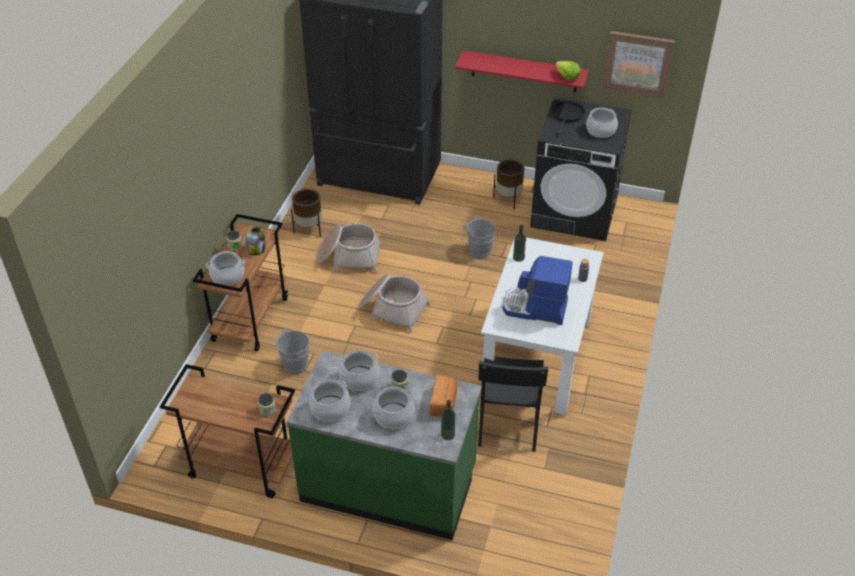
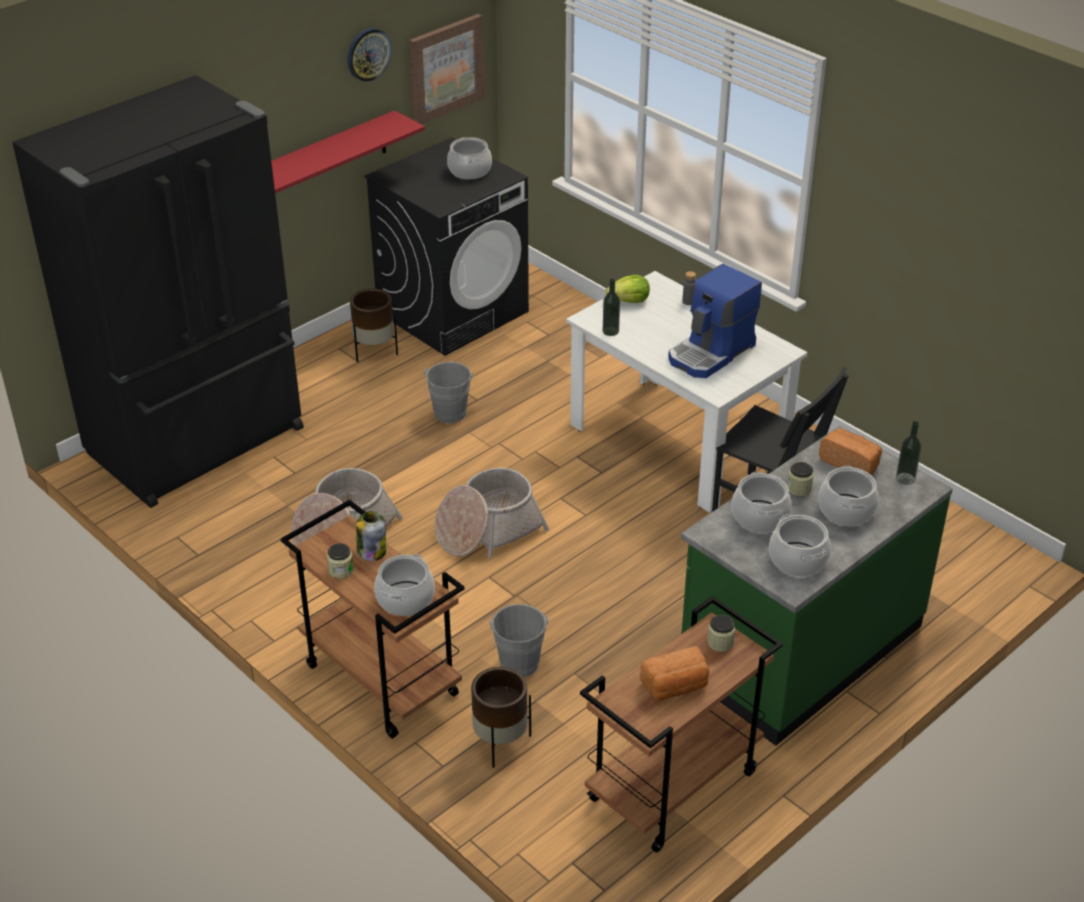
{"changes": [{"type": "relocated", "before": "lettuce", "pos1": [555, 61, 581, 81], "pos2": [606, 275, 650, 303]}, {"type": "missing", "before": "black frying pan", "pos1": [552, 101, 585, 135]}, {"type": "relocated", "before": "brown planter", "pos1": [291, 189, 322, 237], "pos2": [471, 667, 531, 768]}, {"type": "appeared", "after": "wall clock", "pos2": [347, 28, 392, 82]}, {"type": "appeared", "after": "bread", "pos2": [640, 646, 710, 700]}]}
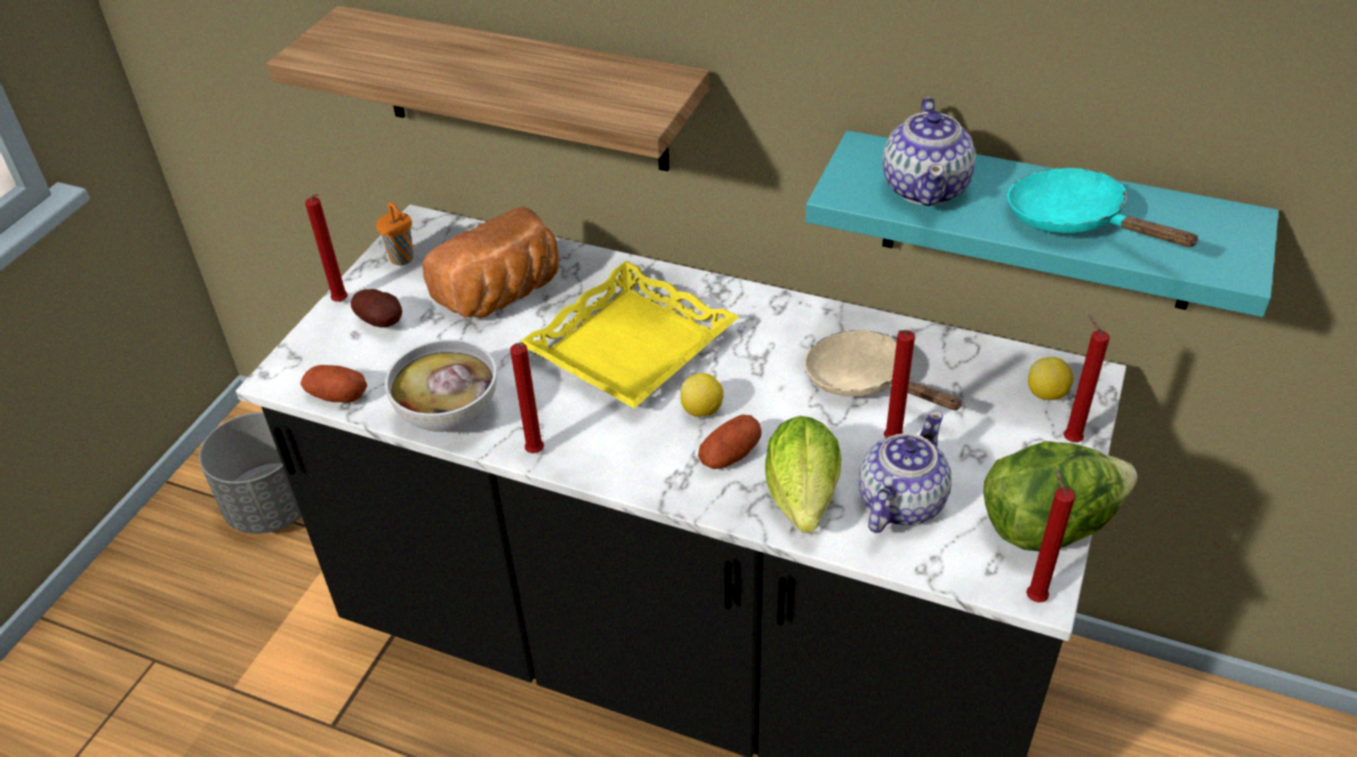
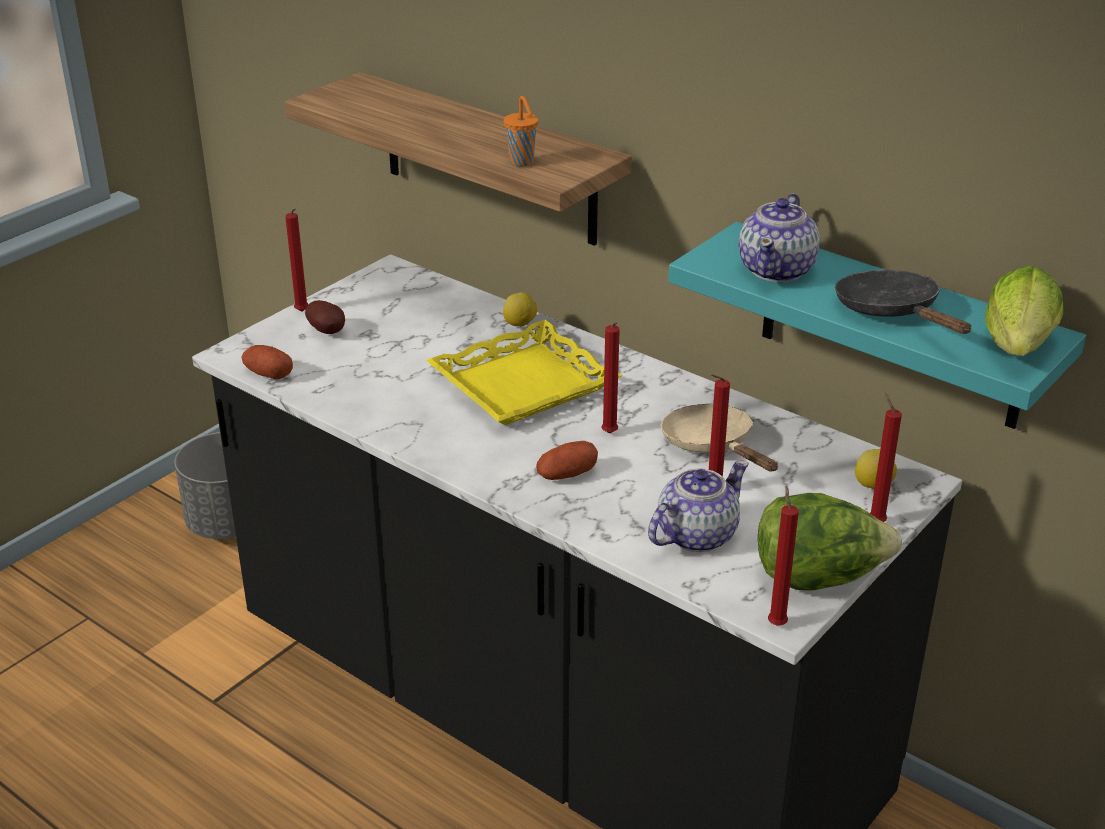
{"changes": [{"type": "colour", "before": "turquoise frying pan", "after": "black frying pan", "pos1": [1007, 168, 1200, 247], "pos2": [835, 270, 972, 334]}, {"type": "relocated", "before": "orange cup", "pos1": [376, 202, 414, 265], "pos2": [504, 96, 539, 167]}, {"type": "missing", "before": "bread", "pos1": [422, 206, 559, 319]}, {"type": "missing", "before": "bowl", "pos1": [385, 339, 497, 432]}, {"type": "relocated", "before": "red candle", "pos1": [510, 342, 544, 453], "pos2": [601, 322, 620, 433]}, {"type": "relocated", "before": "lemon", "pos1": [680, 373, 724, 417], "pos2": [503, 292, 537, 327]}, {"type": "relocated", "before": "lettuce", "pos1": [765, 416, 841, 532], "pos2": [985, 265, 1063, 356]}]}
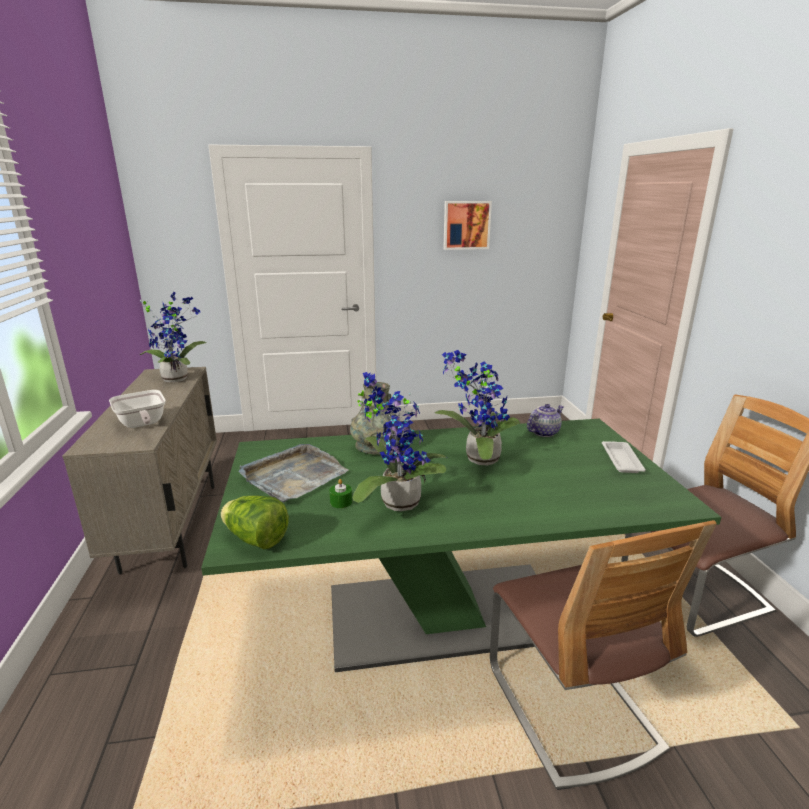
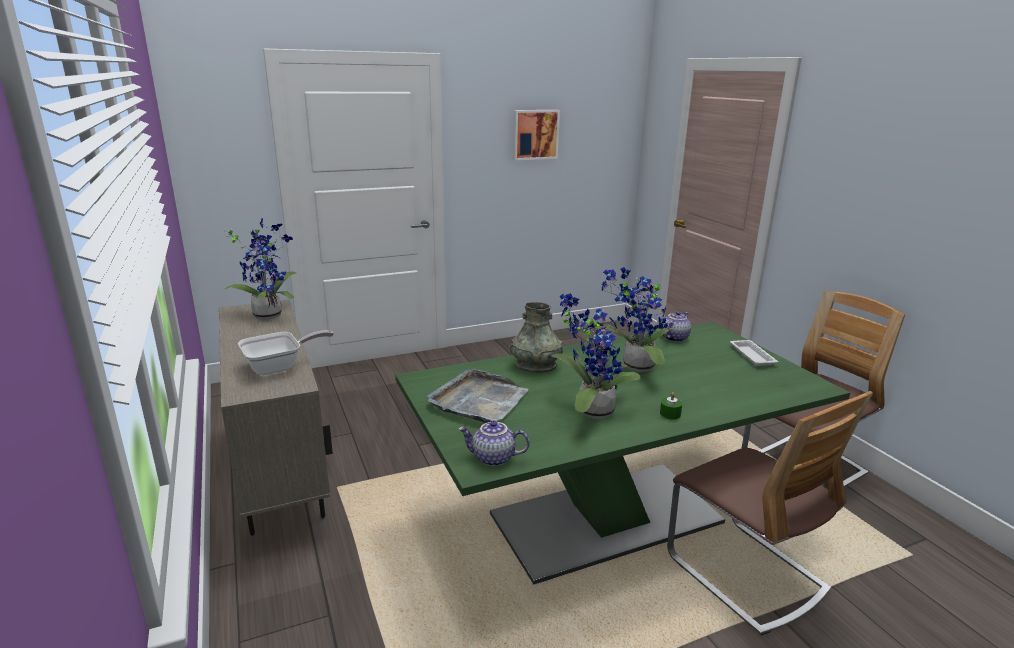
{"changes": [{"type": "spun", "before": "frying pan", "pos1": [109, 390, 166, 428], "pos2": [238, 330, 334, 375], "turn": -75}, {"type": "relocated", "before": "green candle", "pos1": [329, 479, 352, 508], "pos2": [660, 392, 682, 420]}, {"type": "exchanged", "before": "lettuce", "after": "teapot", "pos1": [221, 496, 289, 549], "pos2": [458, 421, 529, 466]}]}
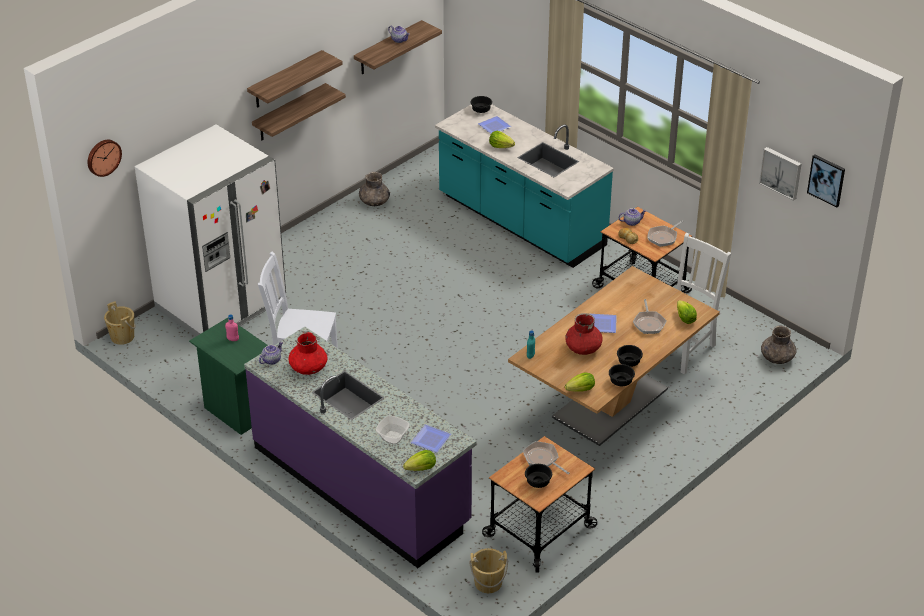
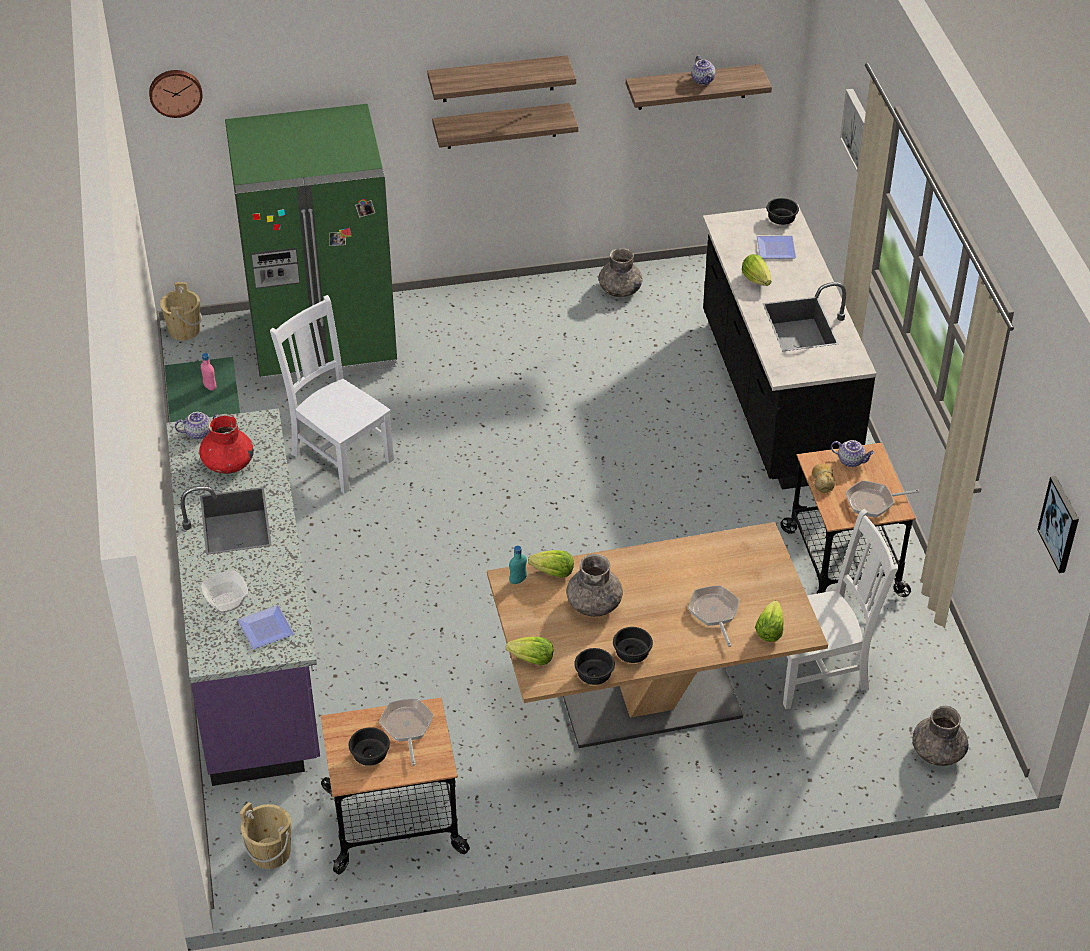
{"changes": [{"type": "colour", "before": "turquoise counter", "after": "black counter", "pos1": [435, 105, 614, 268], "pos2": [703, 204, 877, 490]}, {"type": "colour", "before": "white fridge", "after": "green fridge", "pos1": [135, 124, 286, 336], "pos2": [225, 104, 397, 384]}, {"type": "relocated", "before": "picture", "pos1": [759, 147, 801, 201], "pos2": [840, 89, 866, 172]}, {"type": "spun", "before": "frying pan", "pos1": [633, 299, 667, 334], "pos2": [689, 585, 739, 647], "turn": 135}, {"type": "colour", "before": "red vase", "after": "grey vase", "pos1": [565, 313, 603, 355], "pos2": [566, 554, 623, 617]}, {"type": "missing", "before": "plate", "pos1": [590, 314, 617, 333]}, {"type": "relocated", "before": "lettuce", "pos1": [403, 450, 436, 471], "pos2": [528, 550, 574, 578]}]}
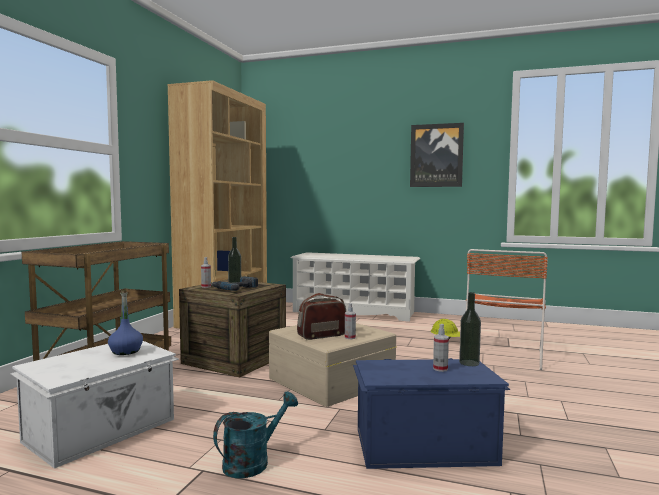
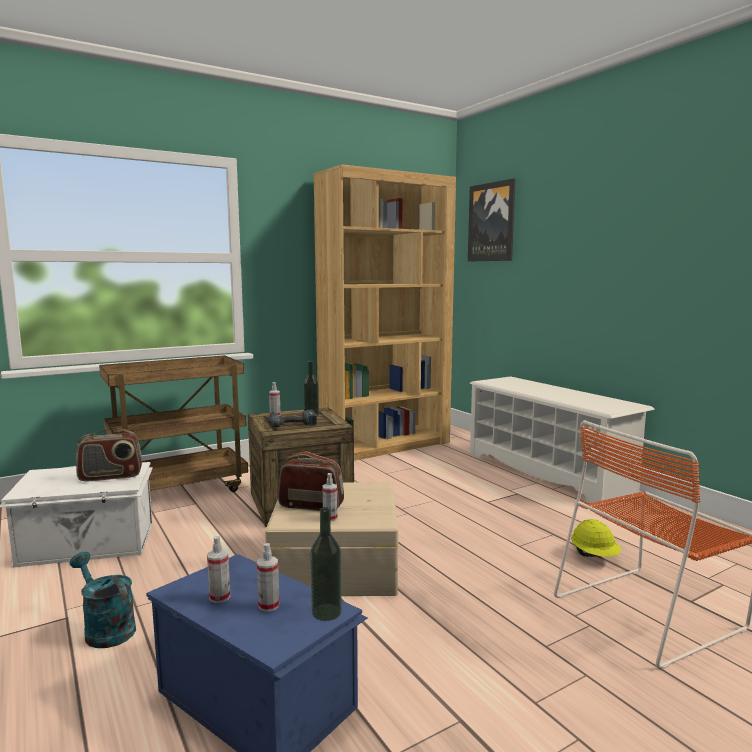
{"changes": [{"type": "relocated", "before": "picture", "pos1": [410, 123, 464, 187], "pos2": [468, 178, 516, 262]}, {"type": "exchanged", "before": "blue bottle", "after": "radio", "pos1": [108, 290, 143, 355], "pos2": [76, 427, 142, 481]}, {"type": "spun", "before": "turquoise watering can", "pos1": [213, 392, 298, 478], "pos2": [70, 552, 136, 648], "turn": -135}, {"type": "appeared", "after": "spray bottle", "pos2": [207, 536, 230, 603]}]}
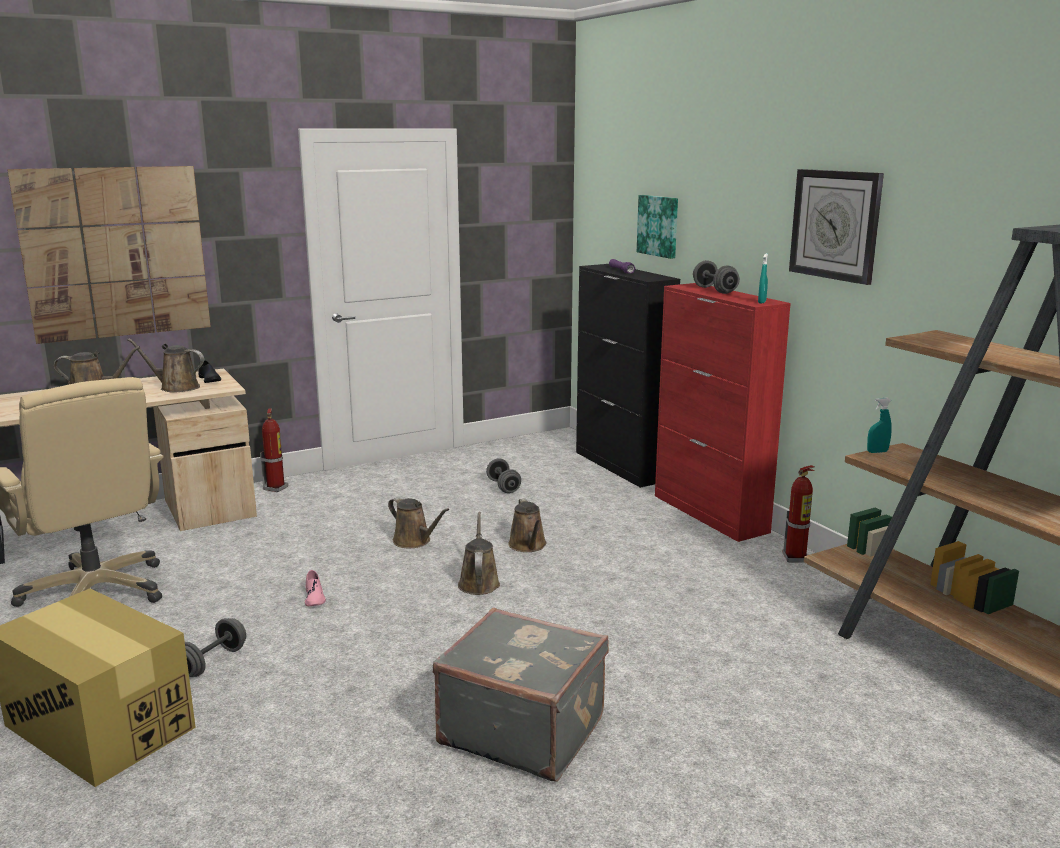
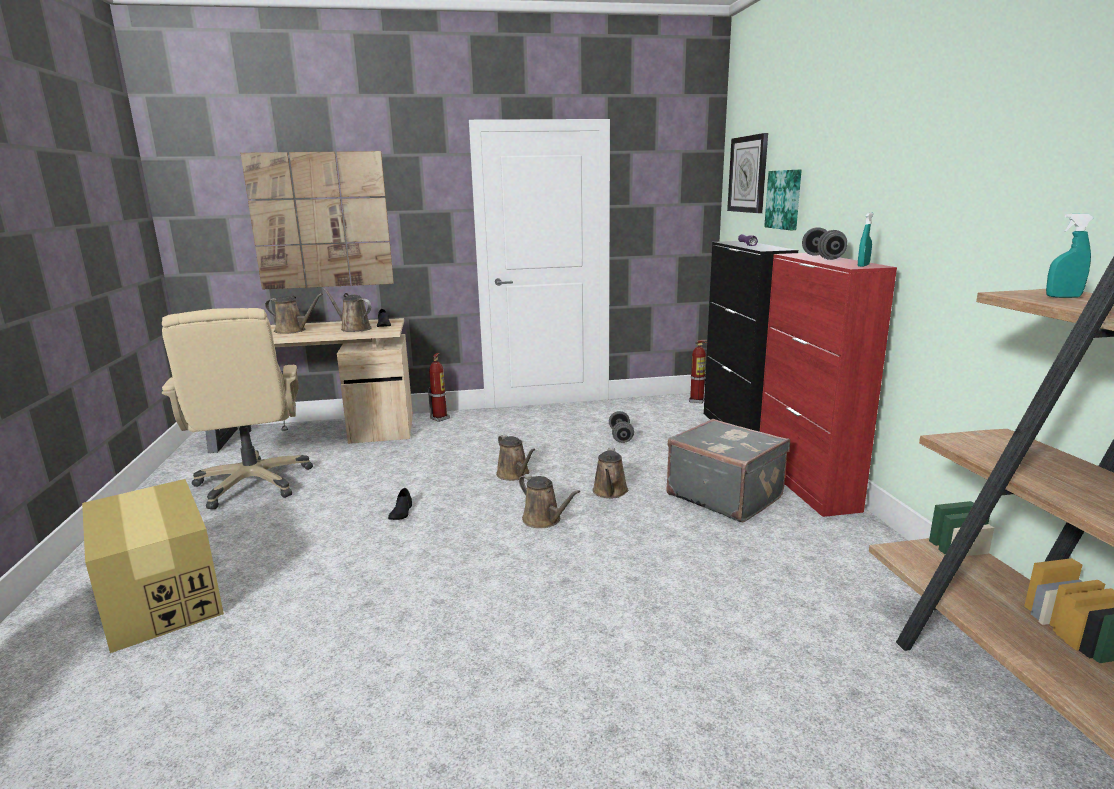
{"changes": [{"type": "relocated", "before": "wall clock", "pos1": [789, 169, 884, 285], "pos2": [727, 133, 768, 213]}, {"type": "relocated", "before": "turquoise spray bottle", "pos1": [867, 398, 892, 453], "pos2": [1046, 214, 1094, 298]}, {"type": "relocated", "before": "fire extinguisher", "pos1": [782, 465, 815, 563], "pos2": [689, 340, 707, 403]}, {"type": "spun", "before": "brown watering can", "pos1": [458, 512, 500, 595], "pos2": [519, 474, 580, 528], "turn": 120}, {"type": "colour", "before": "pink shoe", "after": "black shoe", "pos1": [305, 570, 326, 606], "pos2": [388, 488, 412, 520]}, {"type": "relocated", "before": "grey suitcase", "pos1": [433, 608, 609, 782], "pos2": [666, 419, 790, 522]}, {"type": "missing", "before": "grey dumbbell", "pos1": [185, 618, 246, 677]}]}
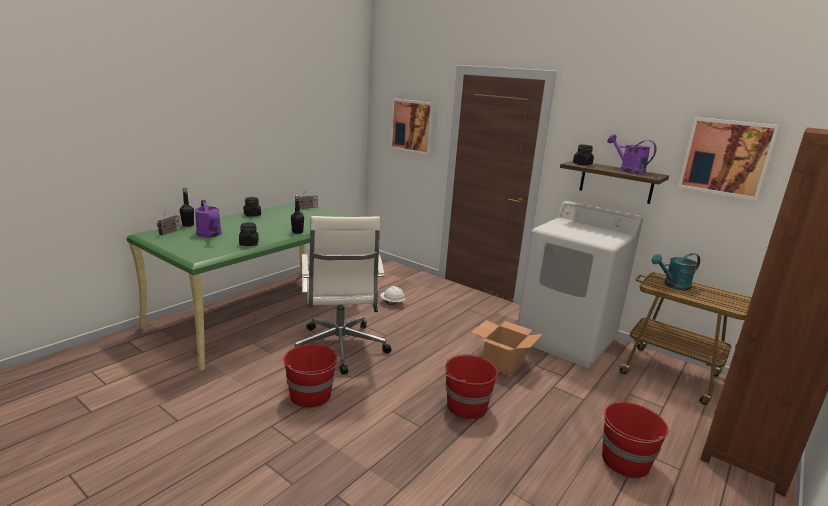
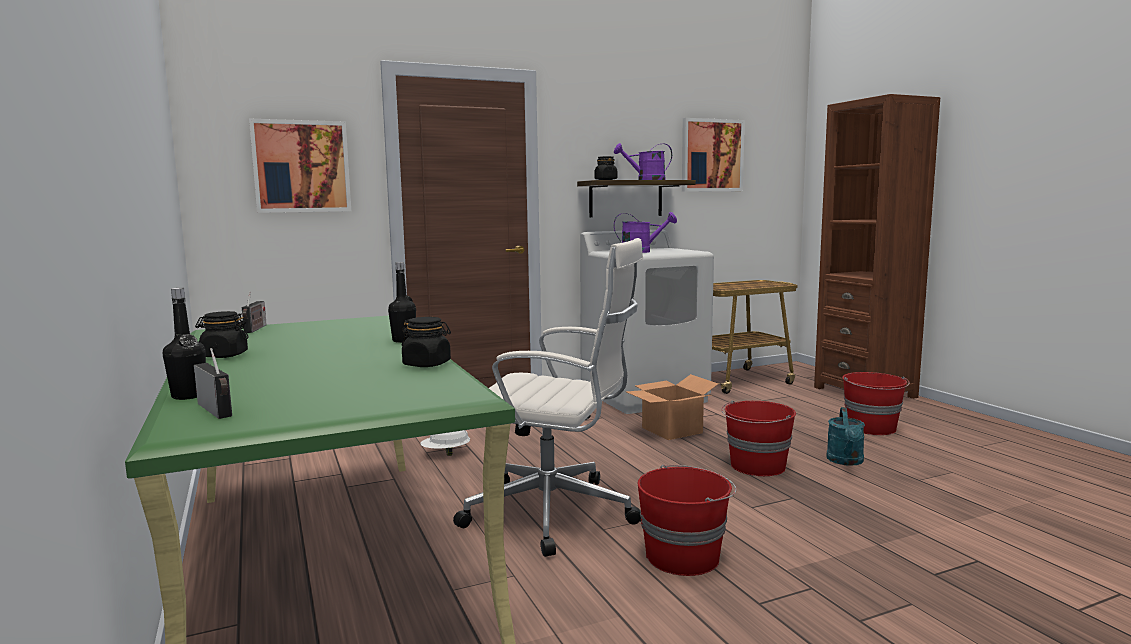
{"changes": [{"type": "relocated", "before": "purple watering can", "pos1": [195, 200, 221, 237], "pos2": [614, 212, 677, 253]}, {"type": "relocated", "before": "turquoise watering can", "pos1": [651, 253, 700, 291], "pos2": [826, 407, 865, 466]}]}
